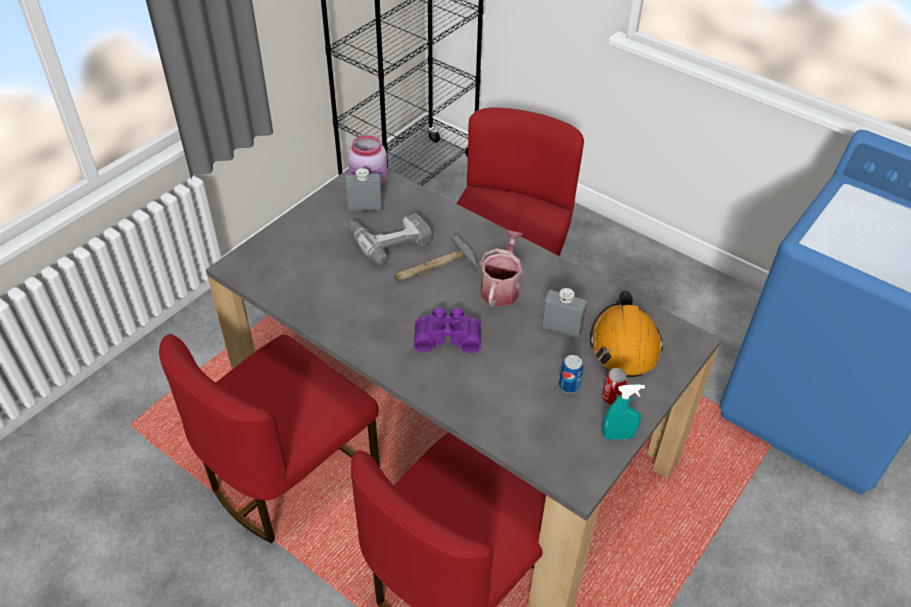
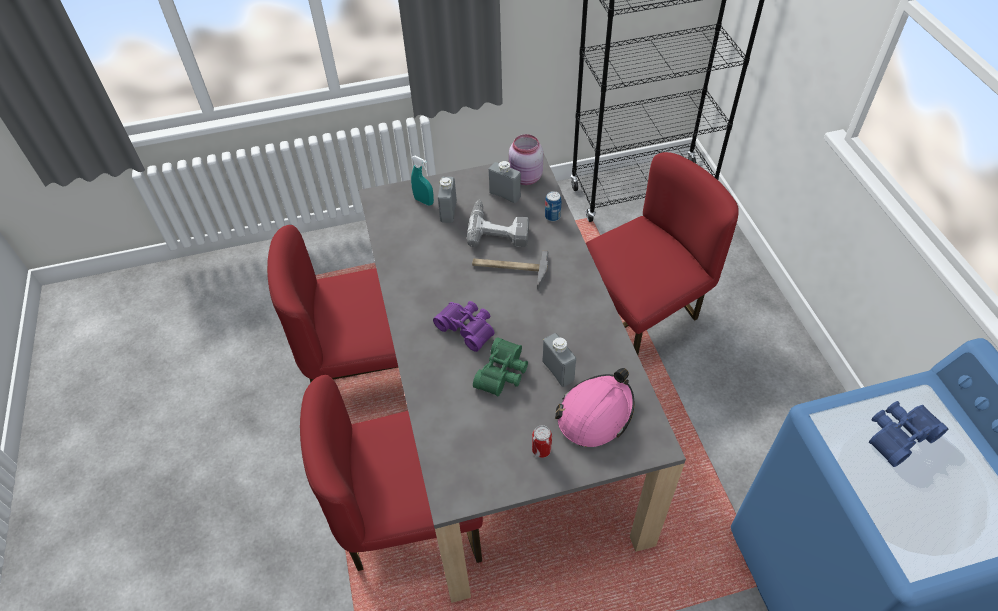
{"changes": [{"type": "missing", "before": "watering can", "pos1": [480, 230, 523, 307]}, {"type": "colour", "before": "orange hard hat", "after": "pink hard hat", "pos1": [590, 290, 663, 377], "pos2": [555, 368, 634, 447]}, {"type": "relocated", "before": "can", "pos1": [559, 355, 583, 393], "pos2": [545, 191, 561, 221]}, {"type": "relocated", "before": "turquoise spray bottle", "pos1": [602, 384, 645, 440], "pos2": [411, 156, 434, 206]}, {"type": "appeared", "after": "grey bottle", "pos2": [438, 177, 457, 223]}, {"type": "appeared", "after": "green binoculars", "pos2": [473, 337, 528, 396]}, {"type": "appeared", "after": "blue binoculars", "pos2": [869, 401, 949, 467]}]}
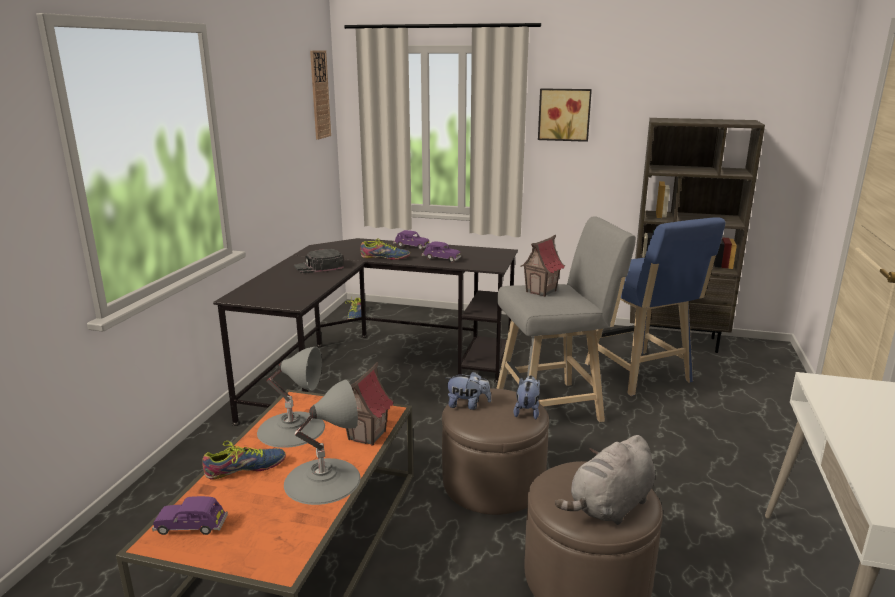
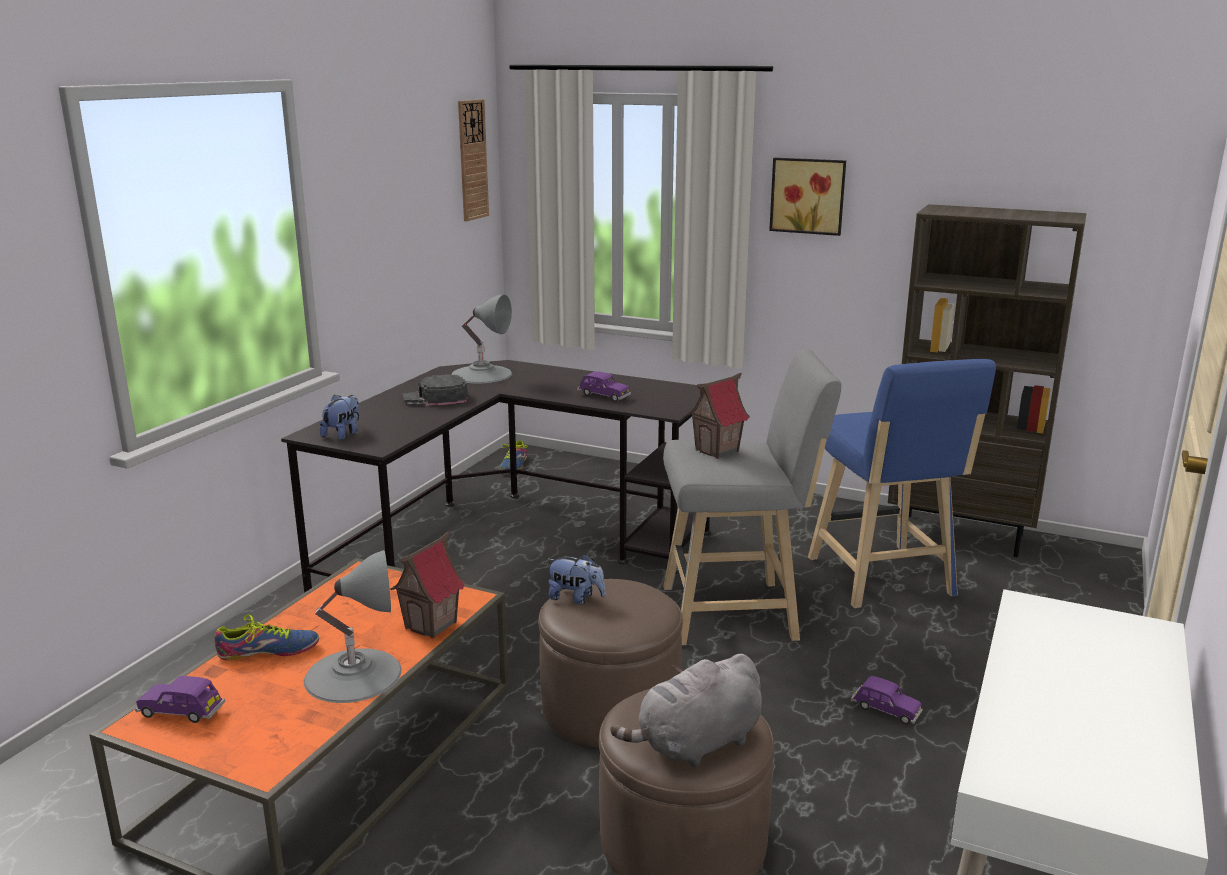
{"changes": [{"type": "relocated", "before": "purple toy car", "pos1": [393, 230, 430, 250], "pos2": [851, 676, 923, 725]}, {"type": "missing", "before": "shoe", "pos1": [361, 238, 410, 260]}, {"type": "relocated", "before": "grey table lamp", "pos1": [257, 347, 325, 448], "pos2": [451, 294, 512, 383]}, {"type": "relocated", "before": "plush toy", "pos1": [513, 375, 540, 419], "pos2": [320, 395, 360, 440]}]}
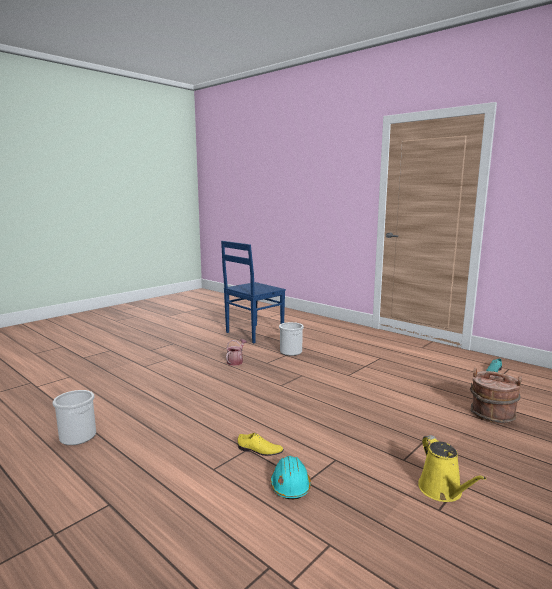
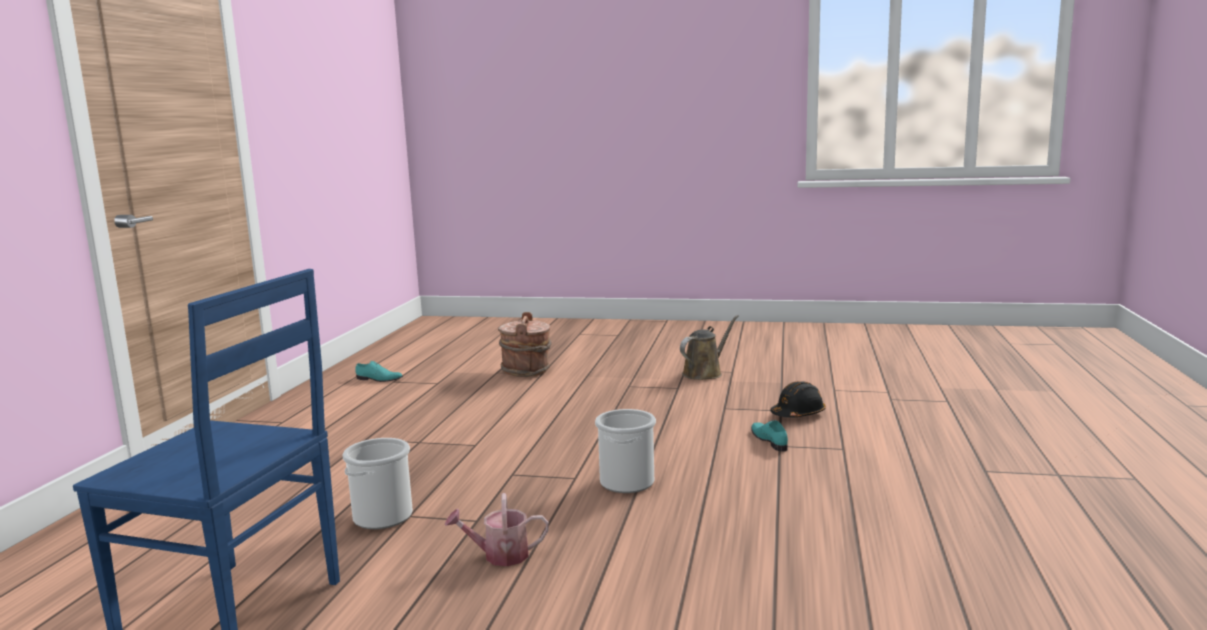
{"changes": [{"type": "relocated", "before": "bucket", "pos1": [53, 390, 96, 445], "pos2": [595, 409, 656, 493]}, {"type": "colour", "before": "yellow shoe", "after": "turquoise shoe", "pos1": [238, 433, 284, 456], "pos2": [751, 420, 788, 452]}, {"type": "colour", "before": "yellow watering can", "after": "brown watering can", "pos1": [418, 435, 486, 502], "pos2": [680, 315, 739, 380]}, {"type": "colour", "before": "turquoise hard hat", "after": "black hard hat", "pos1": [271, 456, 311, 500], "pos2": [770, 381, 826, 418]}]}
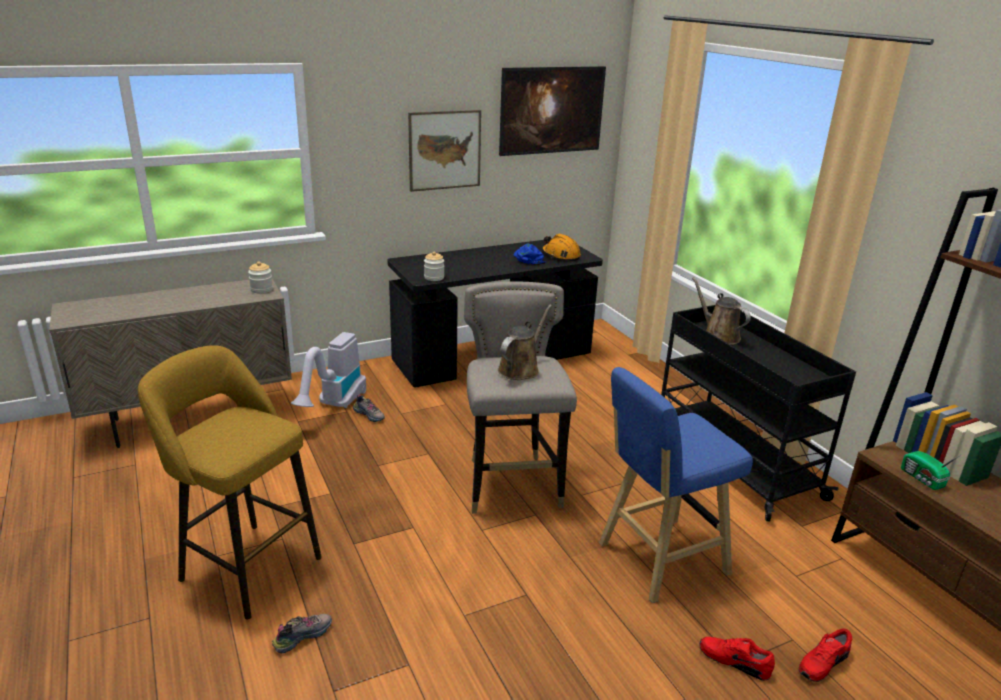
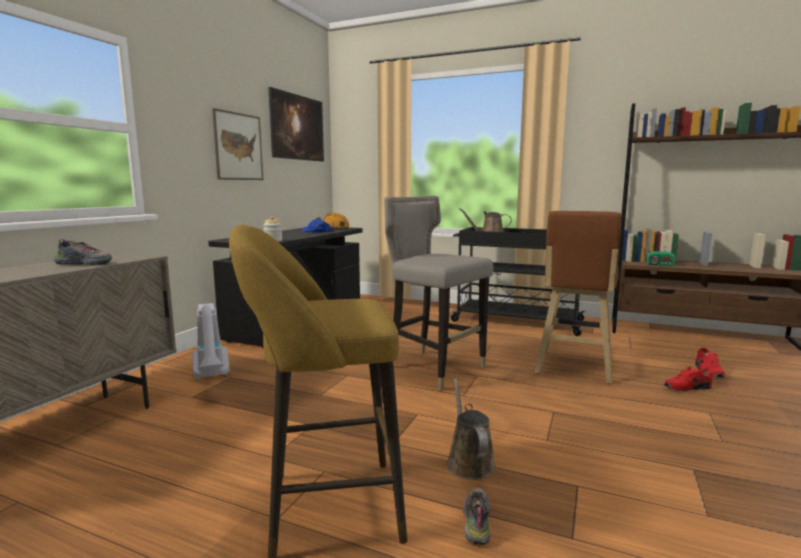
{"changes": [{"type": "missing", "before": "jar", "pos1": [248, 262, 273, 293]}, {"type": "relocated", "before": "brown watering can", "pos1": [498, 305, 552, 380], "pos2": [447, 379, 496, 480]}, {"type": "colour", "before": "blue stool", "after": "brown stool", "pos1": [599, 367, 753, 603], "pos2": [535, 211, 621, 384]}, {"type": "relocated", "before": "shoe", "pos1": [353, 394, 385, 422], "pos2": [53, 239, 112, 265]}]}
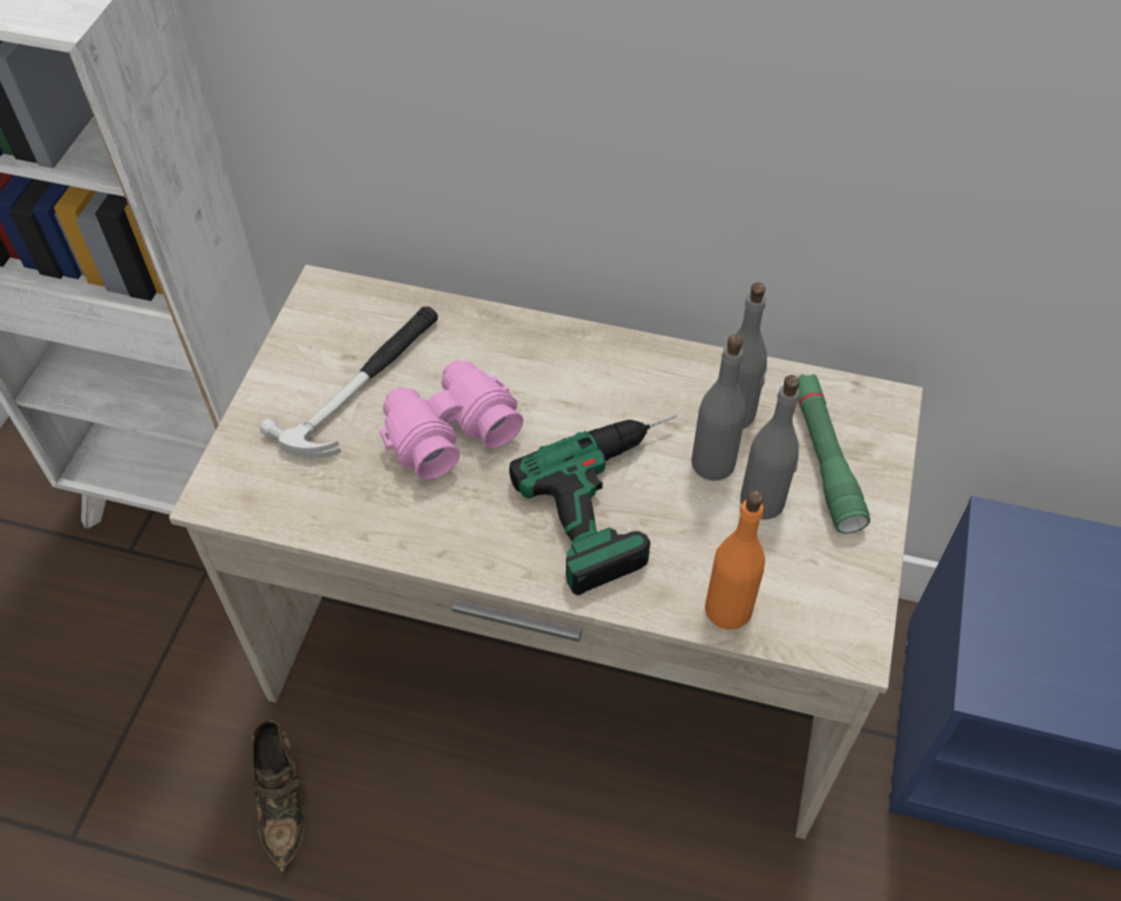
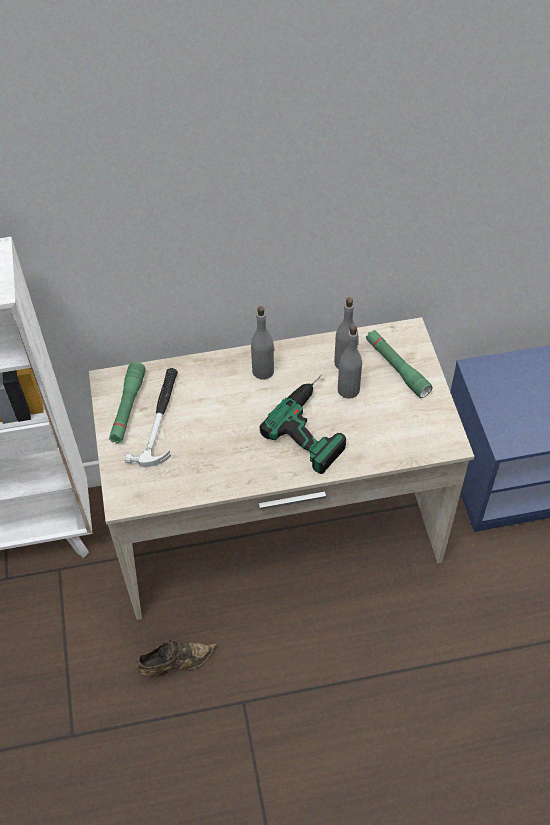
{"changes": [{"type": "missing", "before": "pink binoculars", "pos1": [380, 360, 523, 480]}, {"type": "relocated", "before": "grey bottle", "pos1": [740, 375, 800, 520], "pos2": [251, 306, 275, 380]}, {"type": "missing", "before": "orange bottle", "pos1": [705, 490, 765, 630]}, {"type": "spun", "before": "brown shoe", "pos1": [251, 719, 305, 872], "pos2": [136, 638, 217, 677], "turn": -75}, {"type": "appeared", "after": "green flashlight", "pos2": [109, 362, 146, 444]}]}
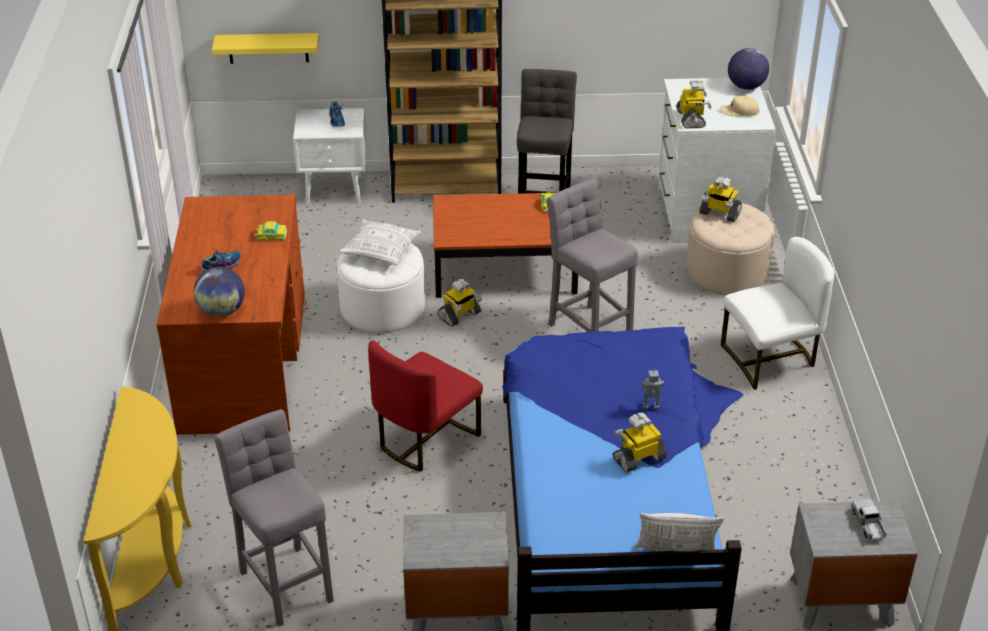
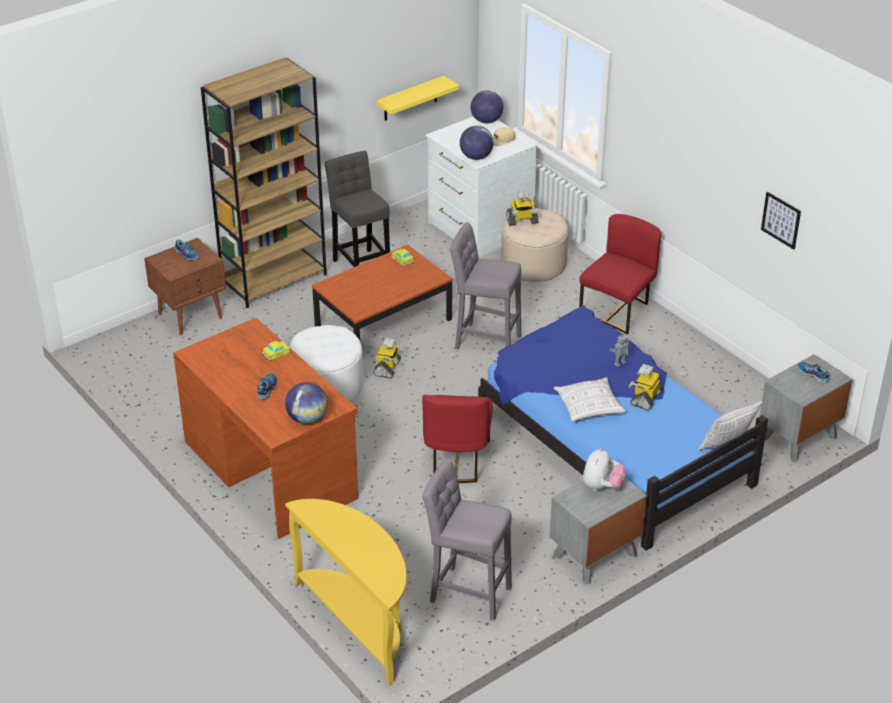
{"changes": [{"type": "relocated", "before": "yellow shelf", "pos1": [212, 33, 319, 64], "pos2": [376, 76, 459, 121]}, {"type": "exchanged", "before": "toy robot", "after": "globe", "pos1": [676, 80, 712, 128], "pos2": [460, 126, 494, 160]}, {"type": "colour", "before": "white nightstand", "after": "brown nightstand", "pos1": [293, 108, 366, 204], "pos2": [144, 238, 226, 335]}, {"type": "relocated", "before": "pillow", "pos1": [339, 219, 421, 265], "pos2": [554, 377, 626, 421]}, {"type": "colour", "before": "white chair", "after": "red chair", "pos1": [721, 237, 835, 390], "pos2": [579, 214, 661, 335]}, {"type": "exchanged", "before": "toy truck", "after": "shoe", "pos1": [852, 499, 887, 541], "pos2": [798, 362, 829, 384]}, {"type": "appeared", "after": "picture", "pos2": [761, 192, 801, 249]}, {"type": "appeared", "after": "plush toy", "pos2": [583, 448, 626, 491]}]}
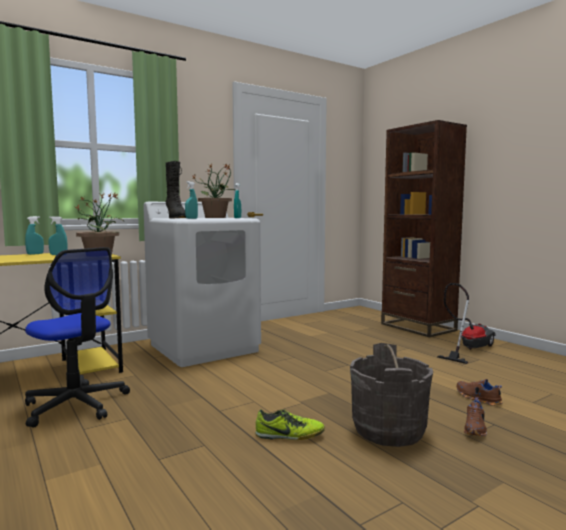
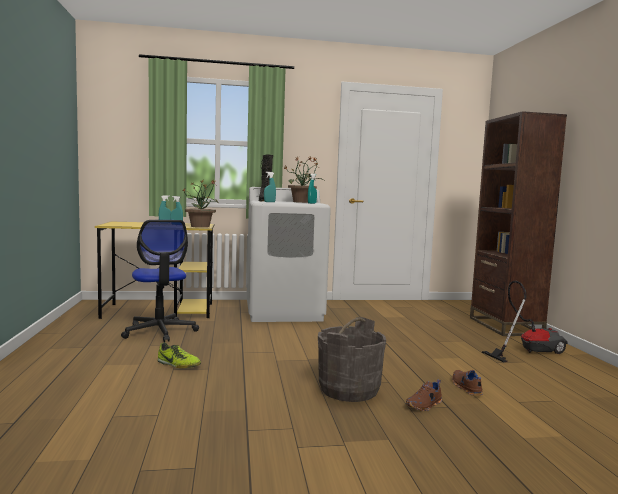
{"changes": [{"type": "relocated", "before": "shoe", "pos1": [255, 409, 325, 440], "pos2": [157, 342, 201, 368]}]}
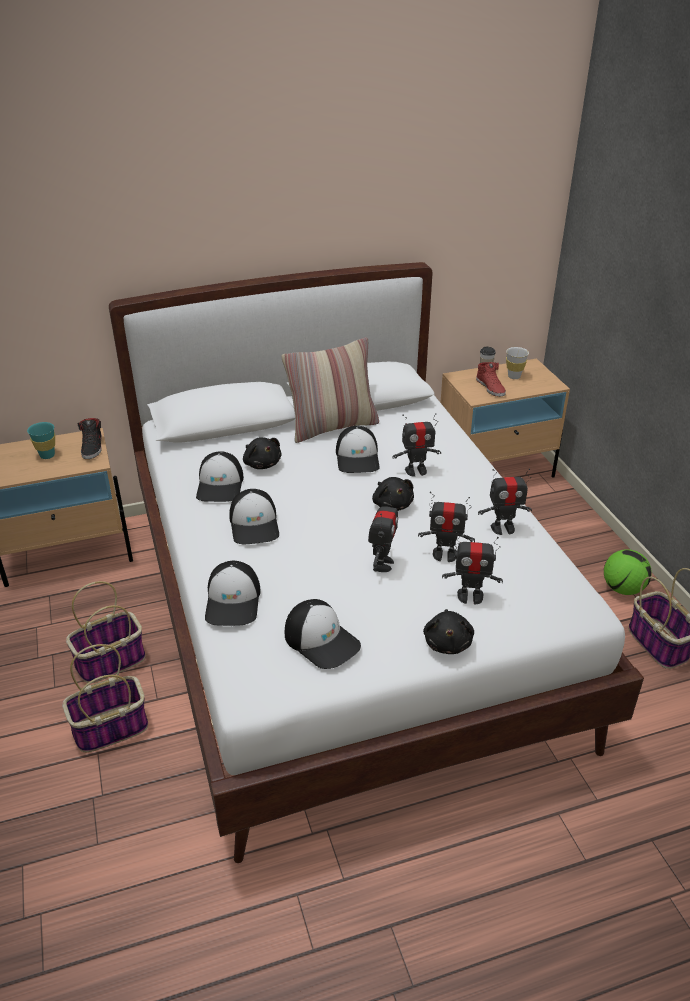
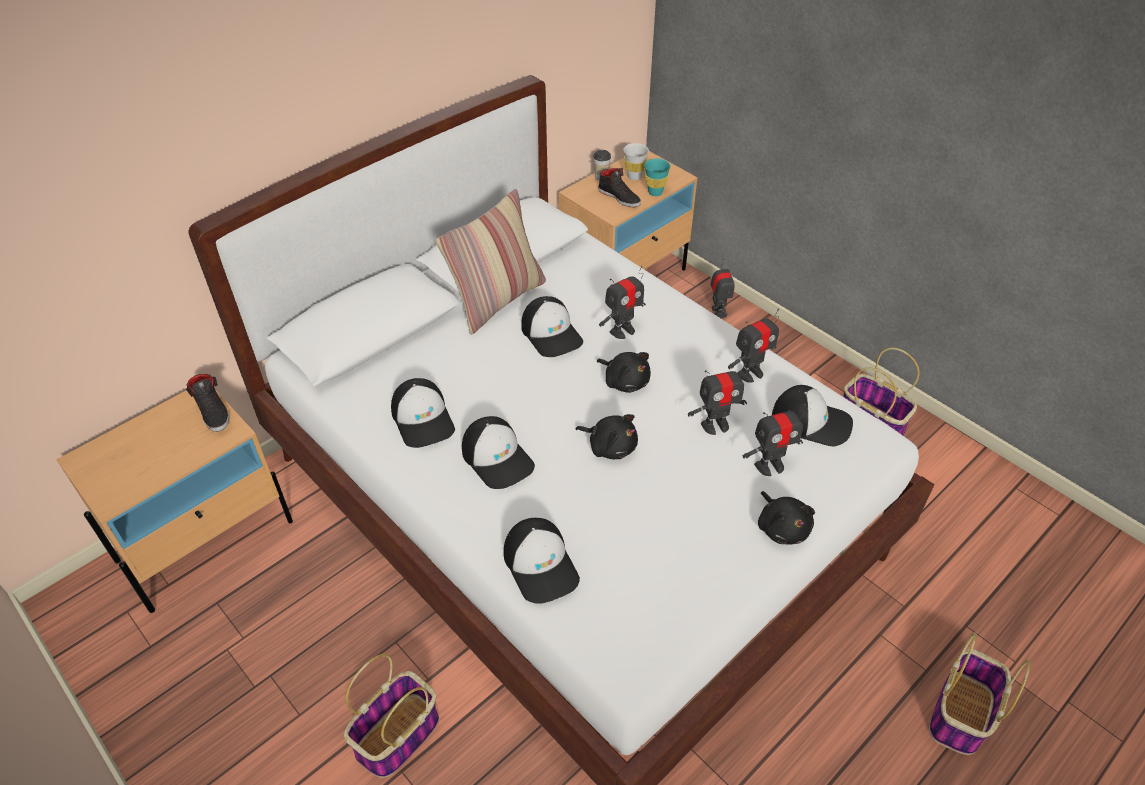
{"changes": [{"type": "colour", "before": "red shoe", "after": "black shoe", "pos1": [476, 362, 506, 397], "pos2": [598, 168, 641, 207]}, {"type": "relocated", "before": "turquoise cup", "pos1": [27, 422, 55, 459], "pos2": [645, 159, 671, 196]}, {"type": "relocated", "before": "black plush toy", "pos1": [243, 437, 281, 469], "pos2": [575, 414, 638, 459]}, {"type": "relocated", "before": "toy robot", "pos1": [368, 492, 398, 572], "pos2": [710, 259, 735, 318]}, {"type": "missing", "before": "football", "pos1": [604, 549, 652, 595]}, {"type": "relocated", "before": "basket", "pos1": [66, 581, 145, 683], "pos2": [929, 632, 1031, 755]}, {"type": "relocated", "before": "cap", "pos1": [285, 599, 361, 669], "pos2": [772, 385, 853, 447]}]}
